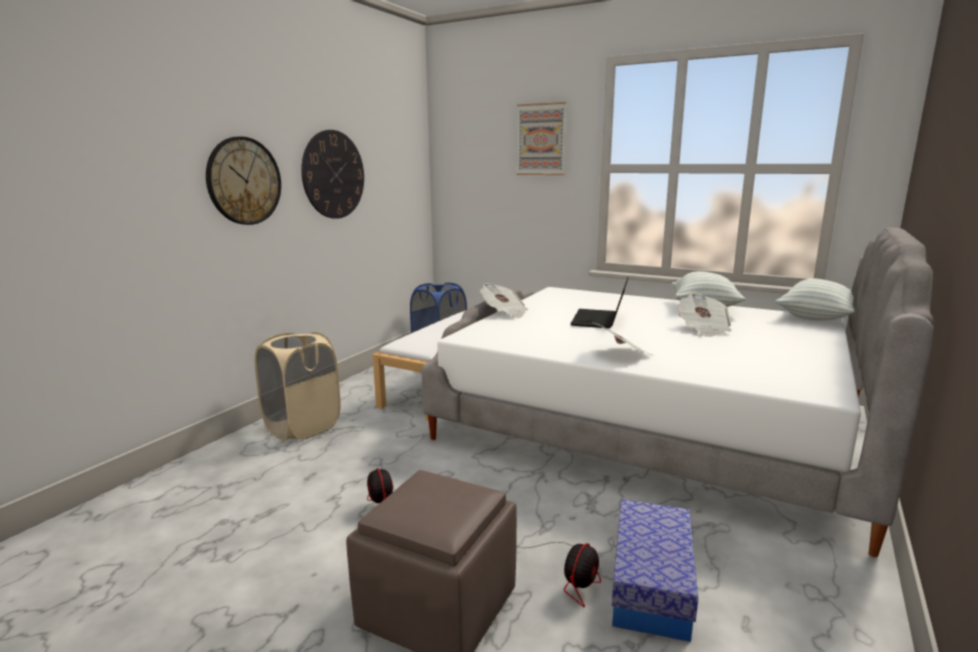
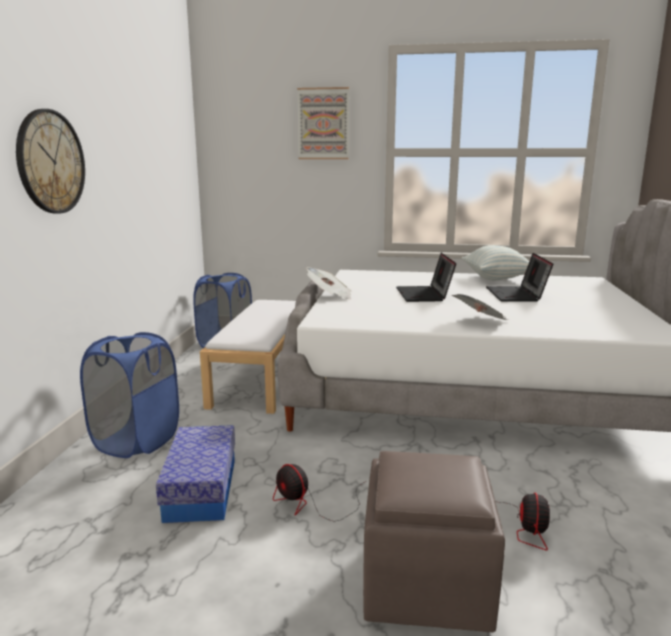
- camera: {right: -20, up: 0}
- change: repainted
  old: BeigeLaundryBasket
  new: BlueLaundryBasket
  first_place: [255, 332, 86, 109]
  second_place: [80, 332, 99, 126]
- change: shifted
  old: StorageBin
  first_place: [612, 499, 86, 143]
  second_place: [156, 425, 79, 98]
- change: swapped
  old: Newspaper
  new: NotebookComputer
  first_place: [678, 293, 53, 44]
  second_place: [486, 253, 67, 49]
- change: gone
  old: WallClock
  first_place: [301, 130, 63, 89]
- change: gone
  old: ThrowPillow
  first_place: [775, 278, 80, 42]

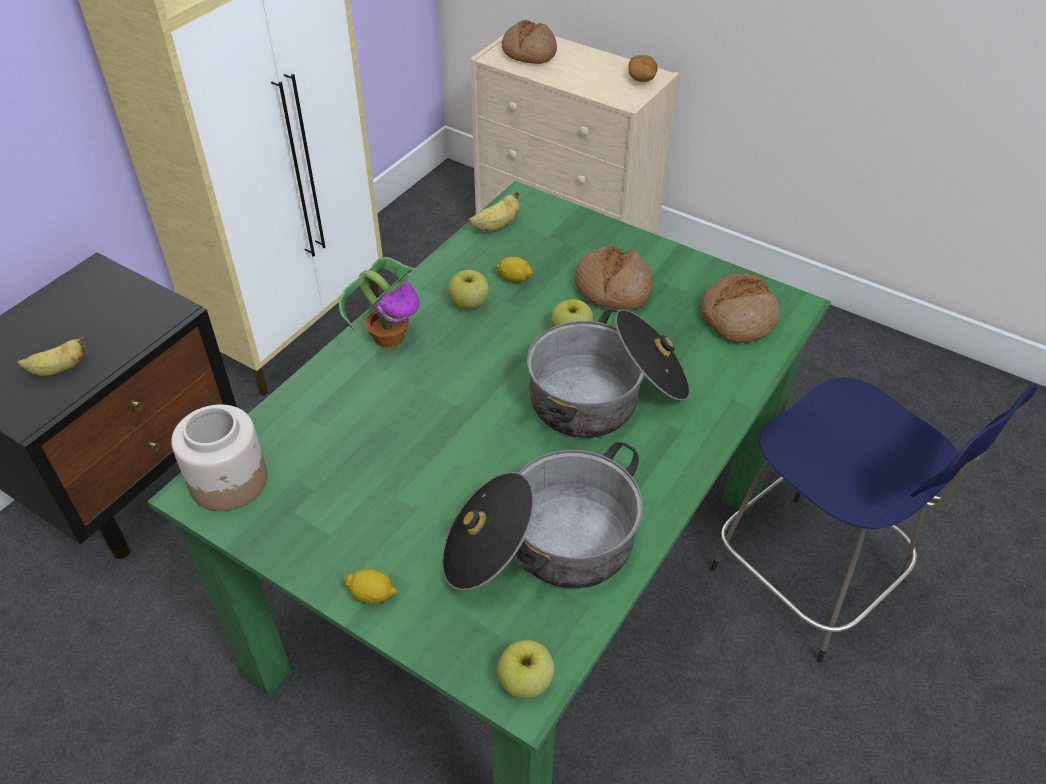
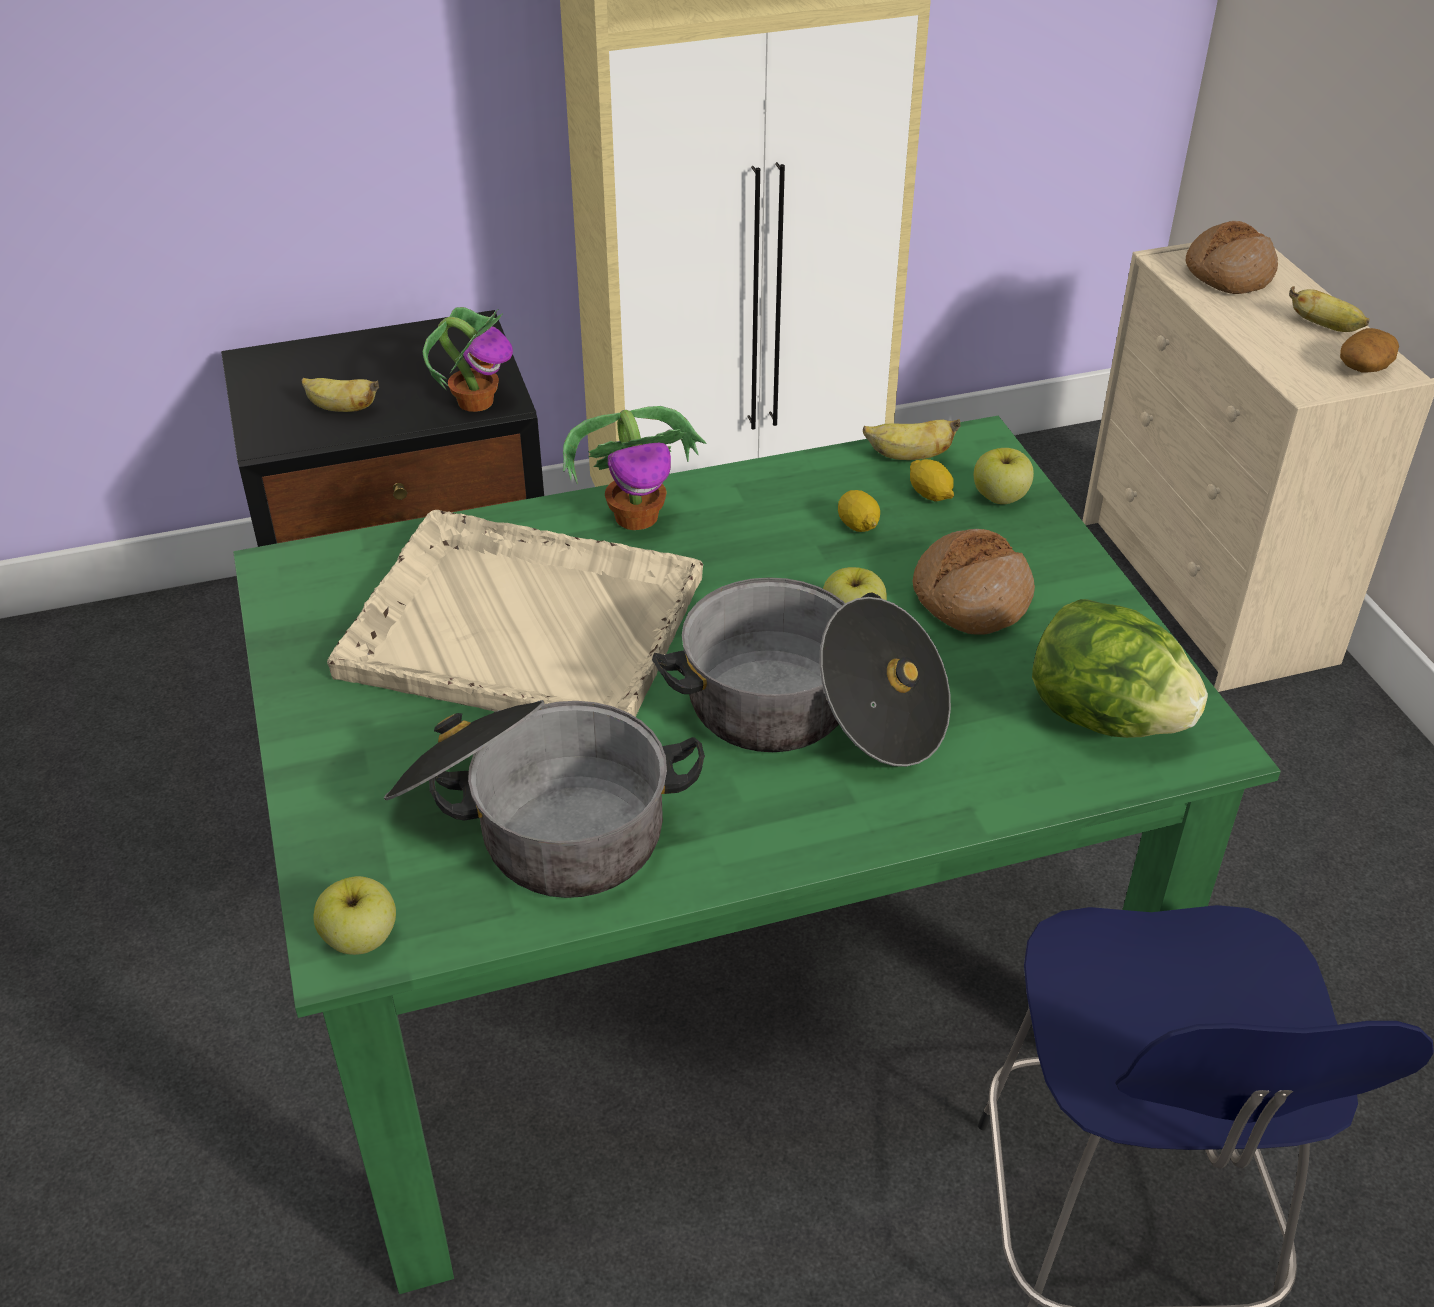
- camera: {right: 40, up: -5}
- change: new
  new: BeigeCarryingTray
  second_place: [327, 510, 376, 207]
- change: new
  new: PlantInAPot
  second_place: [423, 307, 90, 105]
- change: shifted
  old: CitrusFruit
  first_place: [344, 569, 54, 35]
  second_place: [910, 459, 44, 42]
- change: shifted
  old: AppleFruit
  first_place: [448, 270, 41, 39]
  second_place: [974, 448, 60, 56]
- change: swapped
  old: BakeryBread
  new: HeadOfLettuce
  first_place: [701, 274, 79, 69]
  second_place: [1032, 599, 176, 139]
- change: new
  new: Banana
  second_place: [1289, 286, 81, 46]
- change: gone
  old: Jar
  first_place: [171, 404, 96, 107]

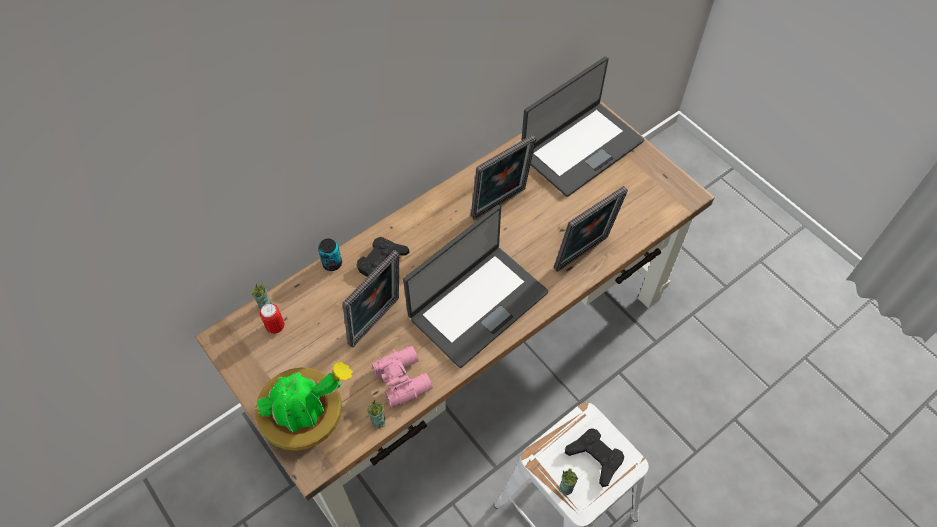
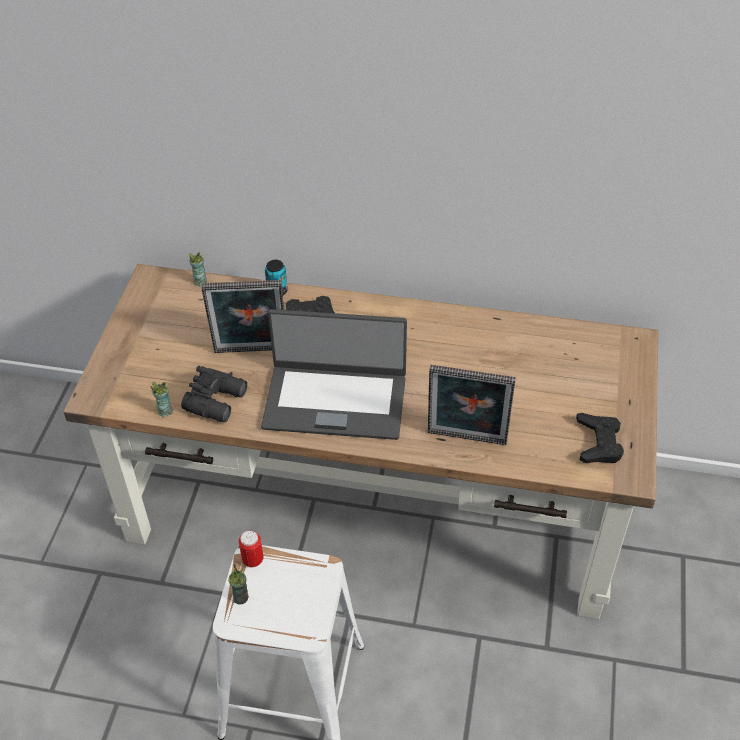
- camera: {right: 50, up: -10}
- change: repainted
  old: PinkishFieldGlasses
  new: BlackishFieldGlasses
  first_place: [372, 346, 61, 61]
  second_place: [181, 366, 66, 56]
- change: shifted
  old: SealedCan
  first_place: [260, 303, 25, 31]
  second_place: [239, 530, 25, 38]
- change: shifted
  old: BlackishGamepad
  first_place: [565, 428, 59, 59]
  second_place: [576, 413, 48, 50]
- change: gone
  old: PlantInAPot
  first_place: [254, 362, 99, 89]
- change: gone
  old: PictureFrame
  first_place: [471, 135, 65, 85]
- change: gone
  old: NotebookComputer
  first_place: [521, 57, 123, 140]

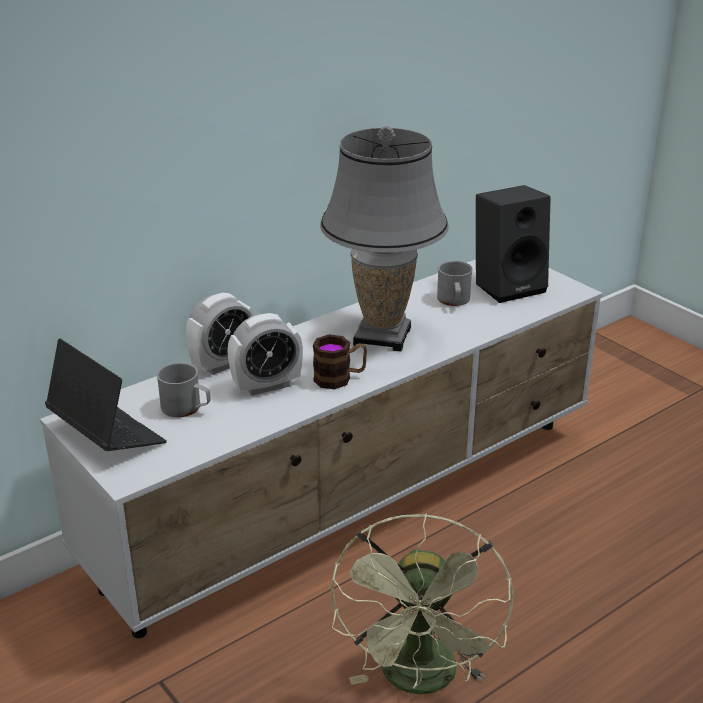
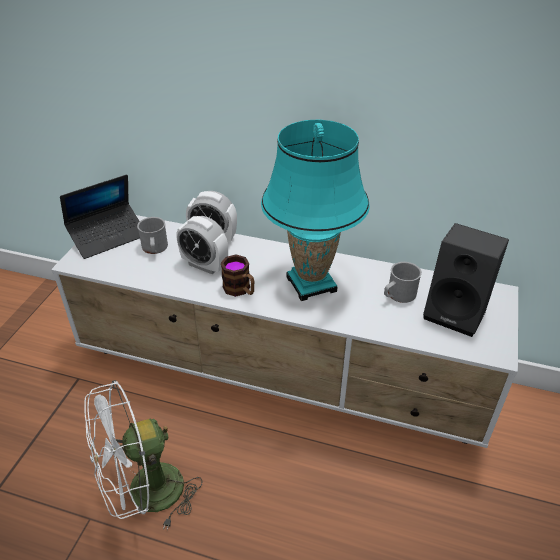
- camera: {right: 55, up: 10}
- change: rotated
  old: NotebookComputer
  first_place: [45, 339, 122, 112]
  second_place: [60, 174, 80, 85]
  degrees: 45
- change: repainted
  old: GreenColouredCoolingFan
  new: WhiteCoolingFan
  first_place: [331, 513, 182, 181]
  second_place: [84, 380, 119, 150]
- change: repainted
  old: GreyLampForATable
  new: TurquoiseLampForATable
  first_place: [320, 126, 129, 226]
  second_place: [261, 120, 109, 181]

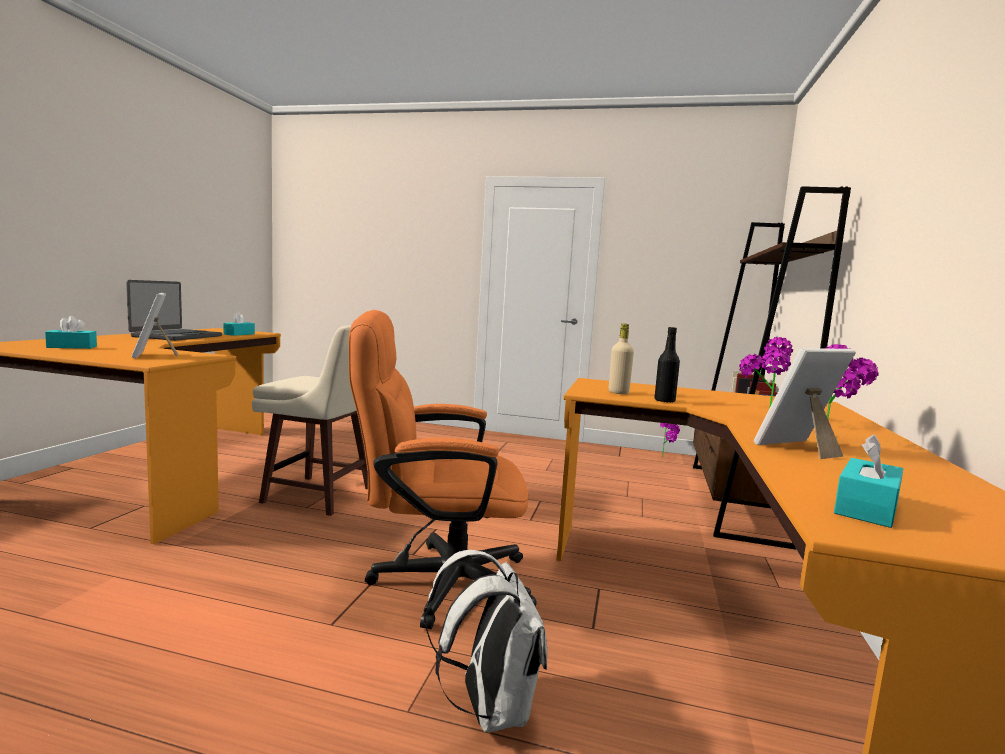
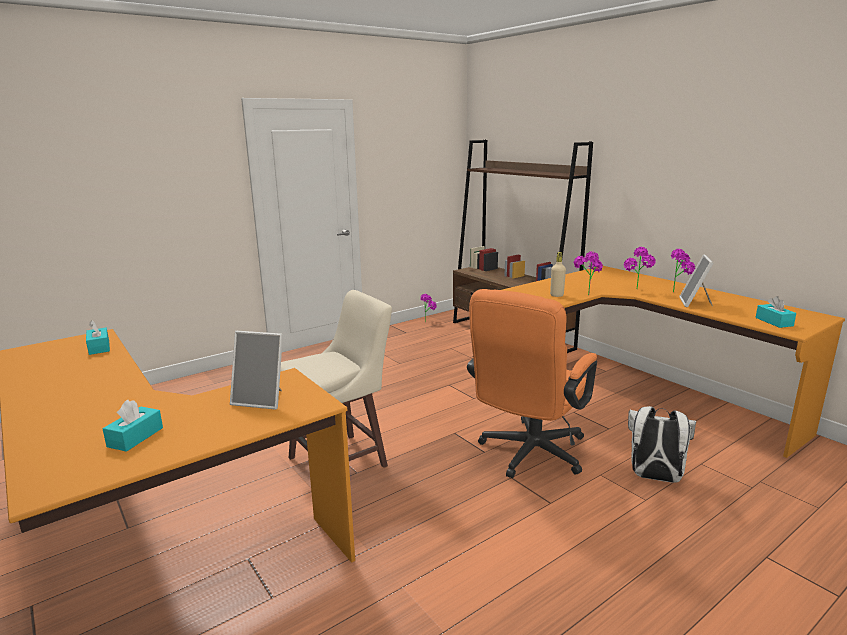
- camera: {right: -50, up: 10}
- change: swapped
  old: BlackishBeverageBottle
  new: PlantInAPot
  first_place: [654, 327, 26, 76]
  second_place: [573, 251, 30, 44]
- change: gone
  old: NotebookComputer
  first_place: [126, 280, 96, 61]

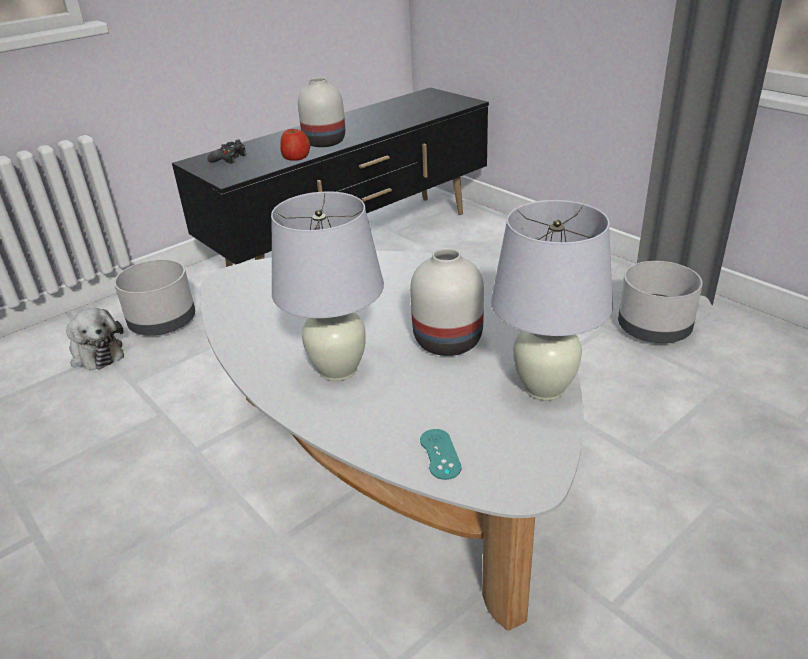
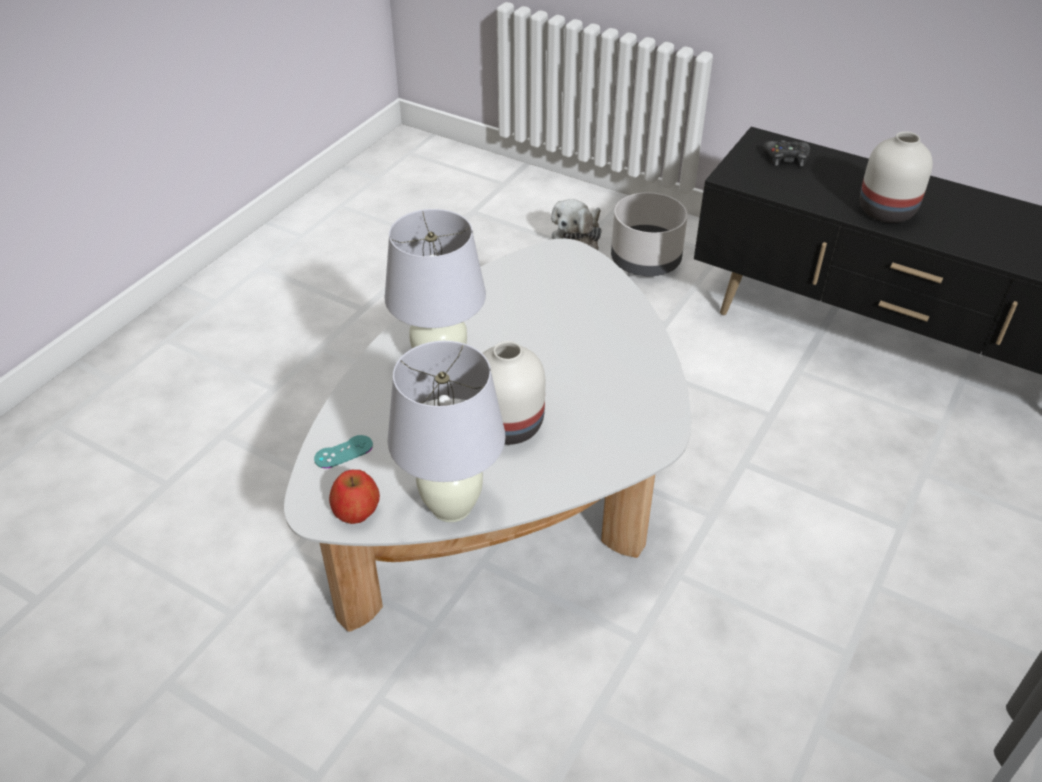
- camera: {right: 70, up: 10}
- change: shifted
  old: AppleFruit
  first_place: [280, 129, 30, 32]
  second_place: [329, 470, 51, 54]
- change: gone
  old: GreyPlanter
  first_place: [618, 261, 85, 82]

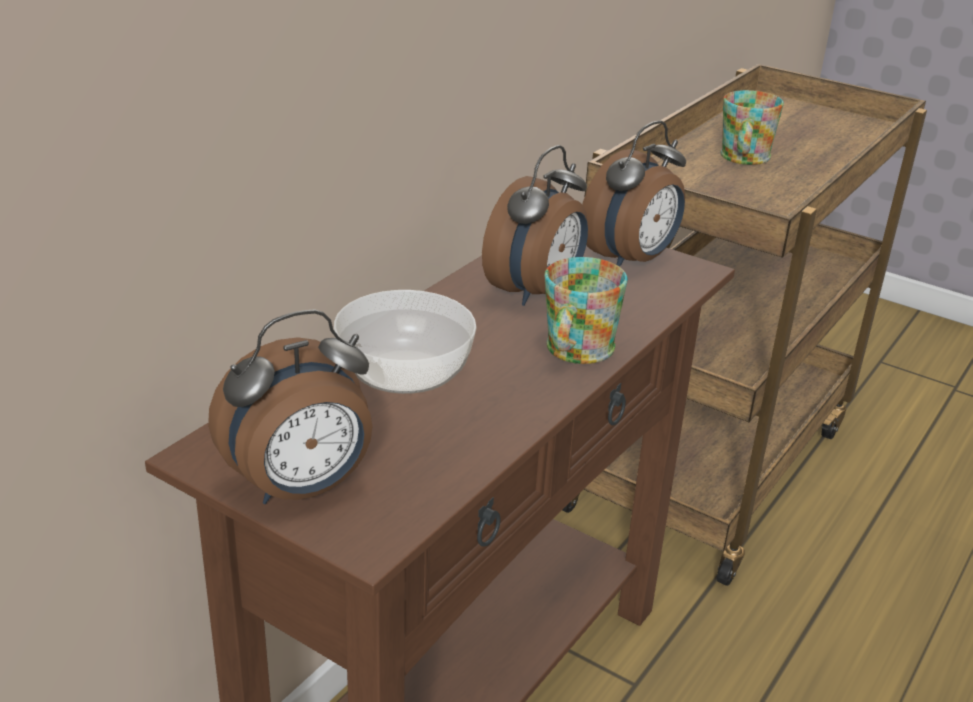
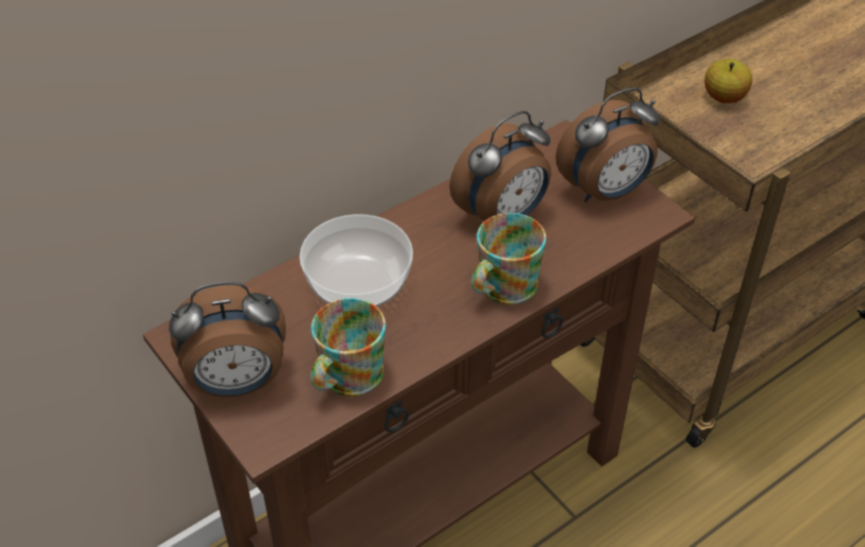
- camera: {right: 20, up: 15}
- change: shifted
  old: TeaMug
  first_place: [721, 90, 63, 75]
  second_place: [311, 298, 75, 98]
- change: new
  new: AppleFruit
  second_place: [704, 59, 48, 44]

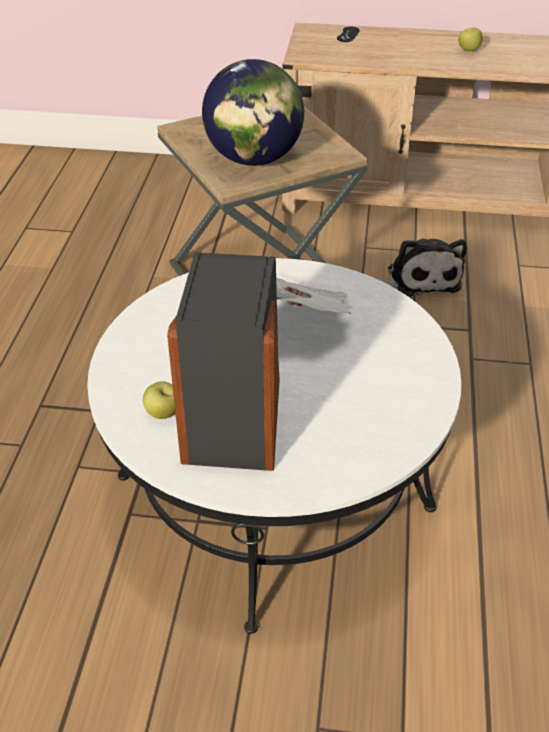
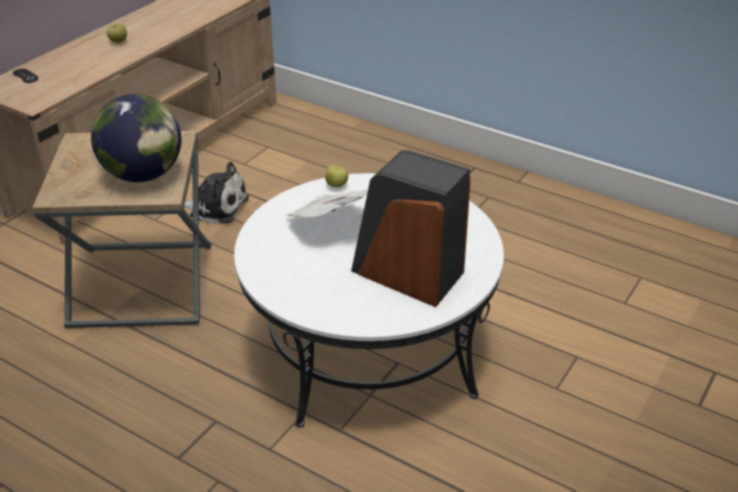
- camera: {right: -65, up: -5}
- change: shifted
  old: AppleFruit
  first_place: [143, 381, 32, 38]
  second_place: [325, 166, 23, 22]

